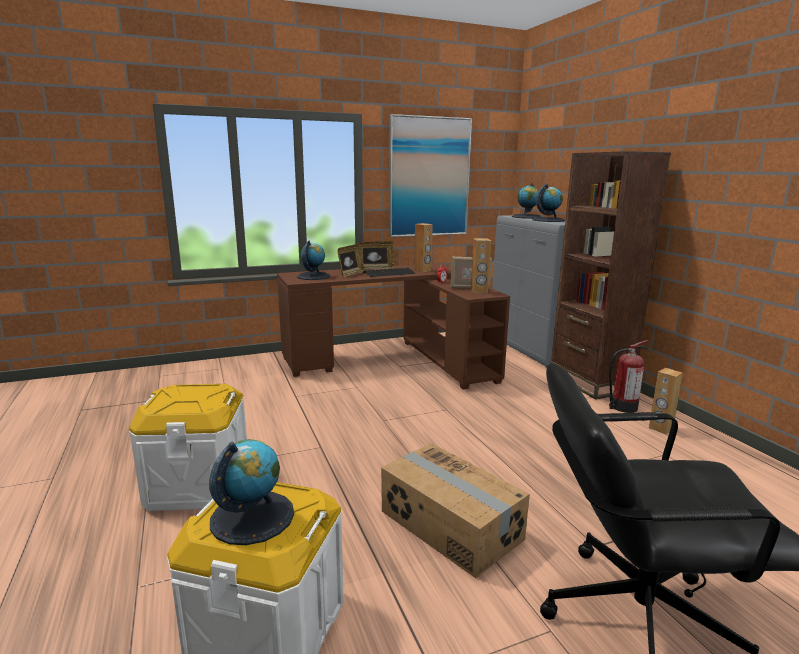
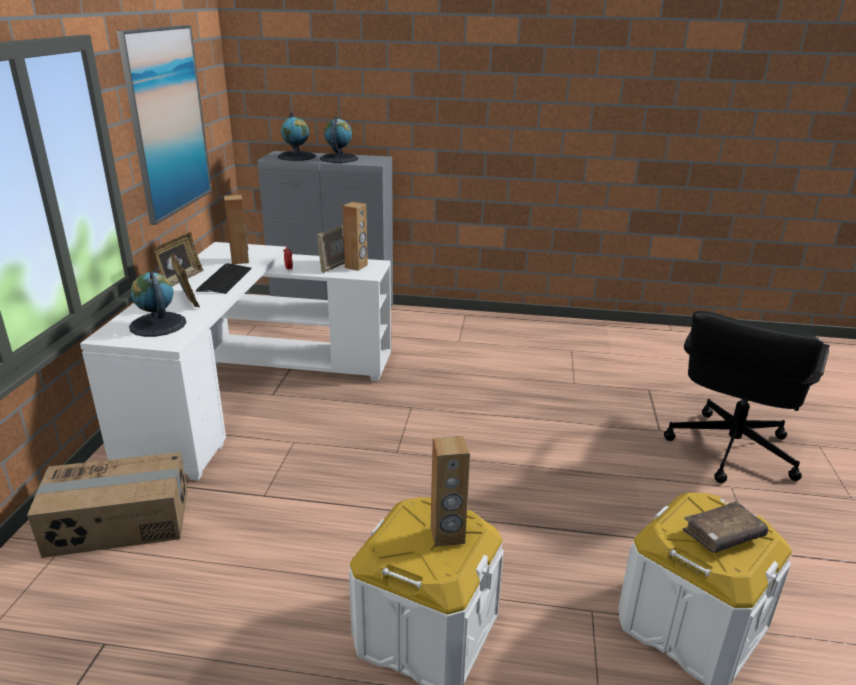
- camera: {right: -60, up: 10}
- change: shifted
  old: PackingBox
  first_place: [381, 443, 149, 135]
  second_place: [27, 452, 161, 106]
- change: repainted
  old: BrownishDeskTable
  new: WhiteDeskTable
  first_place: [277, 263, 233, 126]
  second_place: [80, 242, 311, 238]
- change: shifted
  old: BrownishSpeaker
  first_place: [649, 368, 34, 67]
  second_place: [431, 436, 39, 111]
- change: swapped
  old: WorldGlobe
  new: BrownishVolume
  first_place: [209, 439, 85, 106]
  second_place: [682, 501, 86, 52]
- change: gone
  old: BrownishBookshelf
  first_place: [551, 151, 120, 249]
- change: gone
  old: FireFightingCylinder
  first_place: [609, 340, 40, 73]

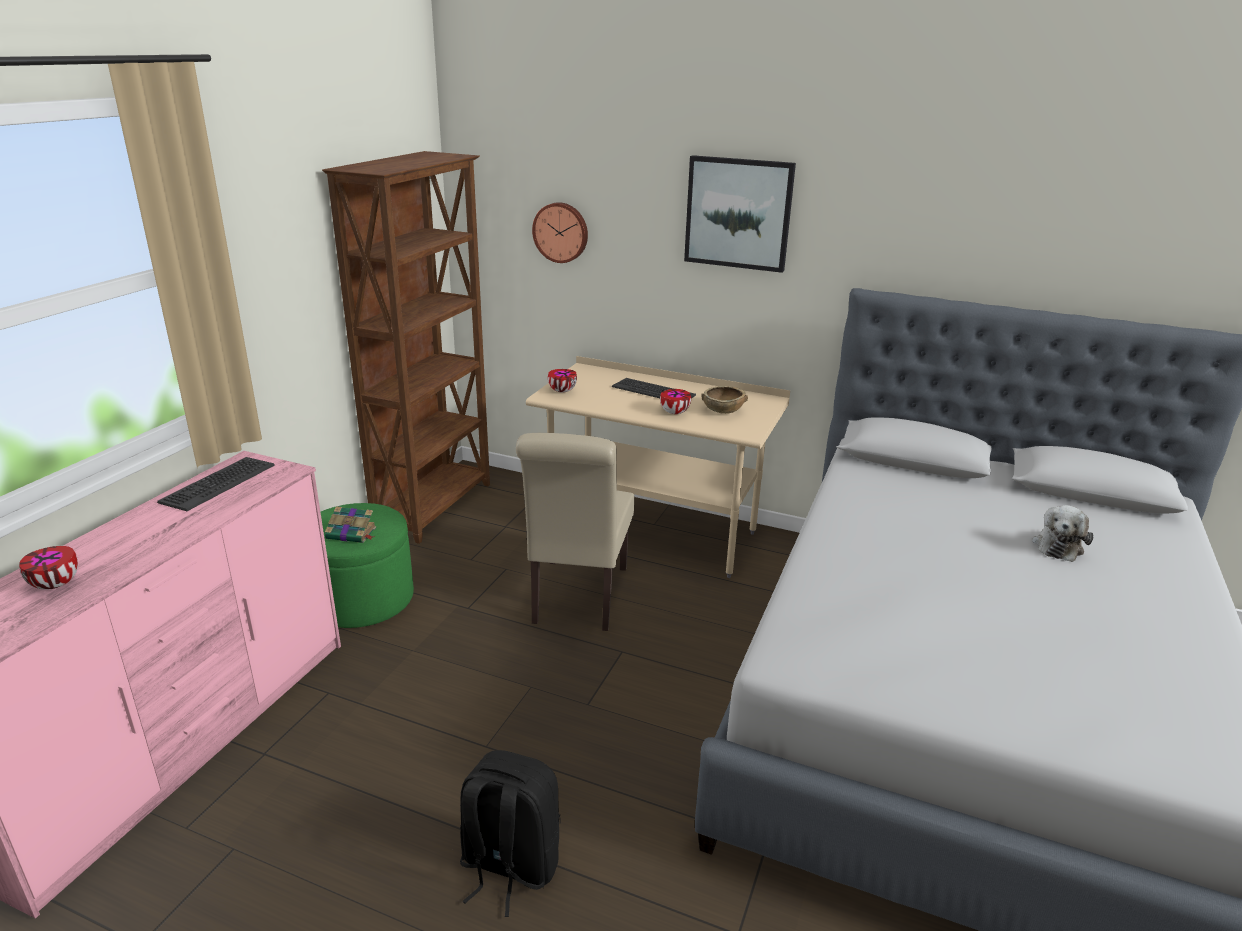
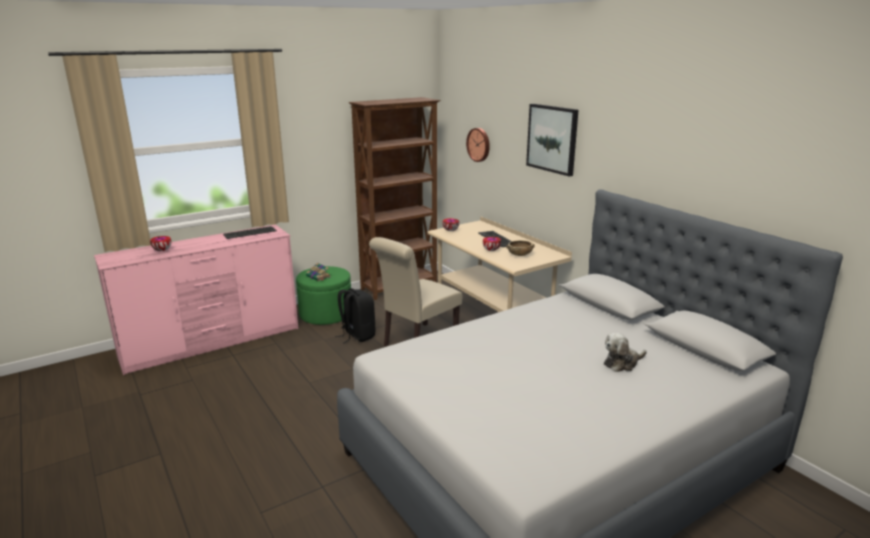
- camera: {right: 35, up: -5}
- change: shifted
  old: BlackishKnapsack
  first_place: [460, 750, 100, 167]
  second_place: [335, 288, 40, 55]

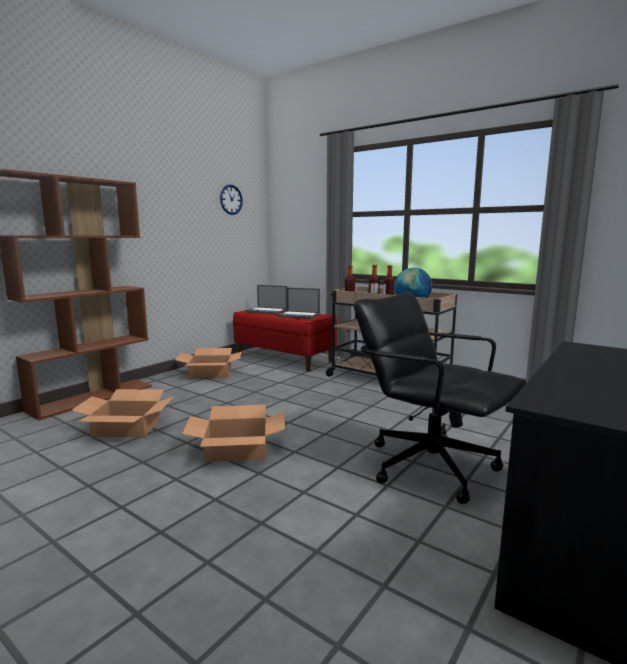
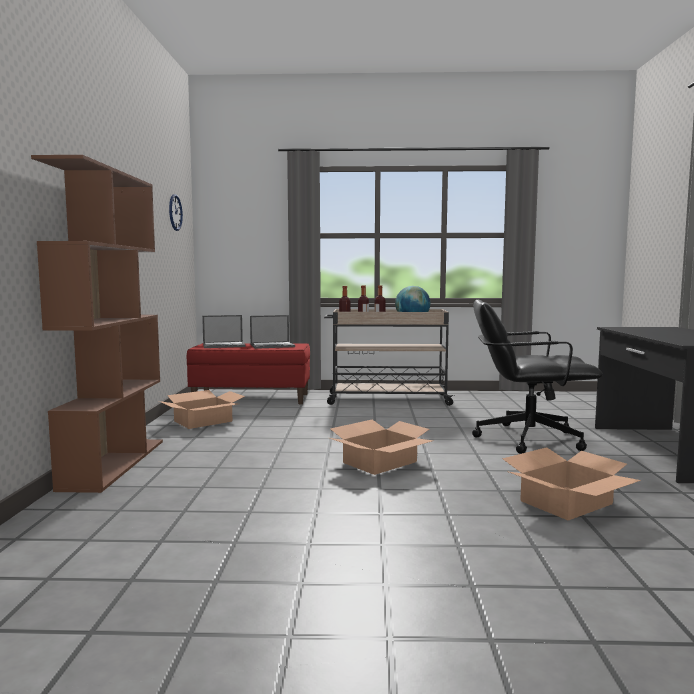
- camera: {right: -35, up: -5}
- change: shifted
  old: PackingBox
  first_place: [71, 389, 103, 48]
  second_place: [502, 447, 139, 73]

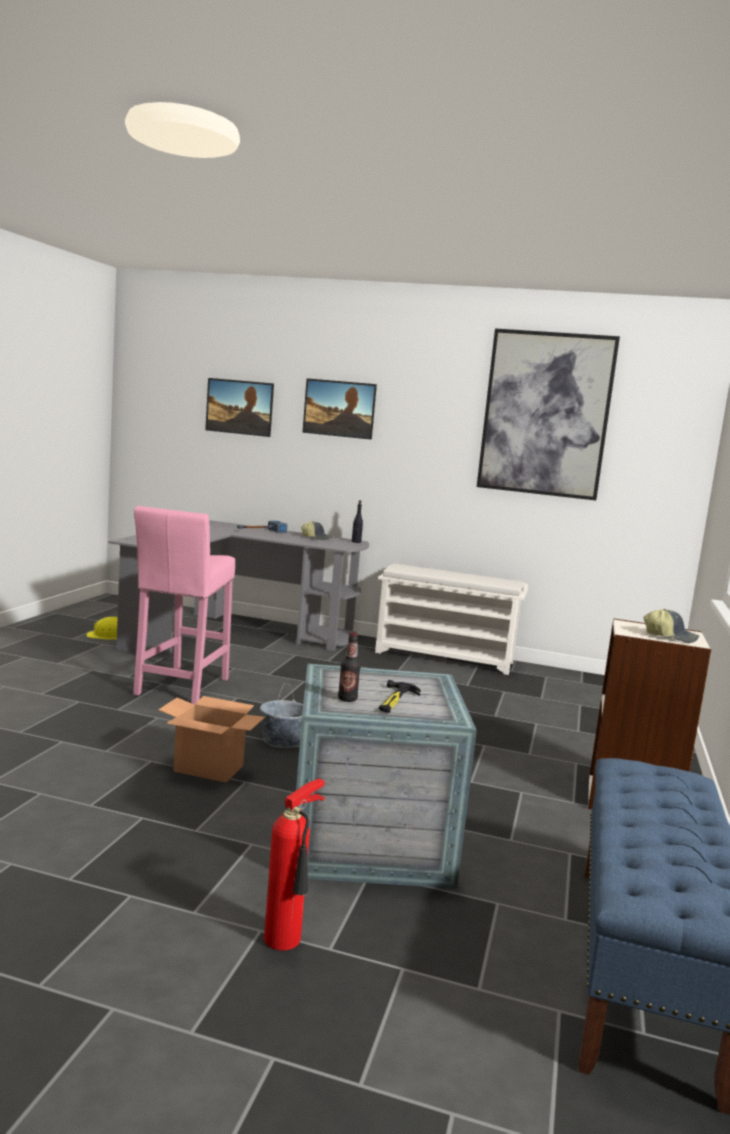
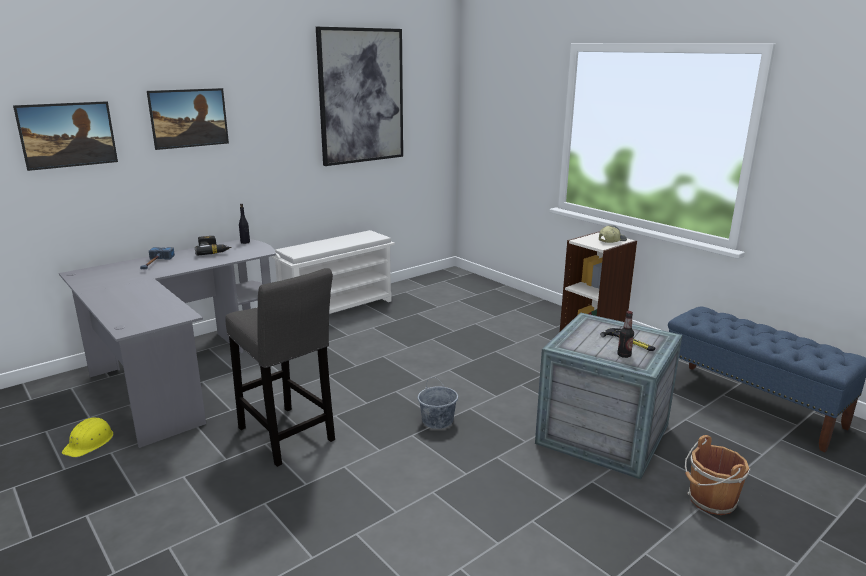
- camera: {right: -55, up: 10}
- change: swapped
  old: PeakedCap
  new: Drill
  first_place: [301, 521, 31, 19]
  second_place: [195, 236, 37, 19]
- change: repainted
  old: PinkishSittingStool
  new: GreySittingStool
  first_place: [133, 506, 102, 199]
  second_place: [225, 268, 110, 199]
- change: swapped
  old: FireFightingCylinder
  new: BrownishPail
  first_place: [264, 778, 61, 173]
  second_place: [685, 435, 65, 80]
- change: gone
  old: PackingBox
  first_place: [159, 696, 106, 86]

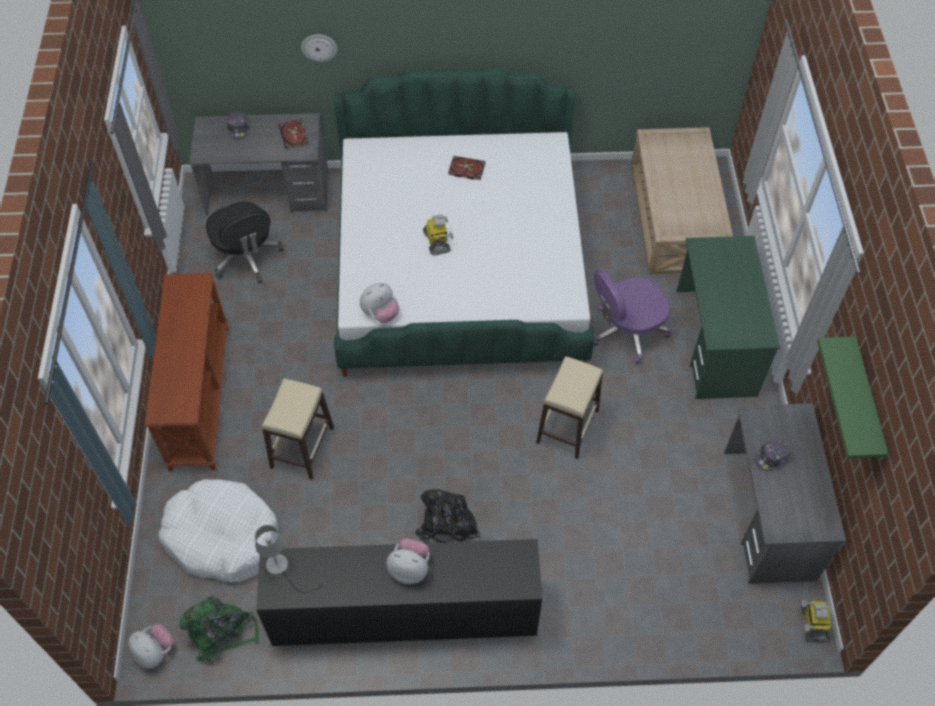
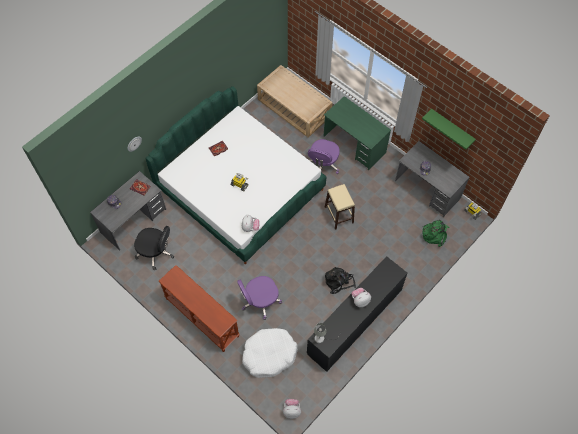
- camera: {right: -45, up: 5}
- change: swapped
  old: BeigeSittingStool
  new: PurpleDeskChair
  first_place: [262, 378, 72, 102]
  second_place: [237, 276, 45, 44]
- change: shifted
  old: GreenColouredKnapsack
  first_place: [180, 596, 79, 66]
  second_place: [422, 220, 27, 27]

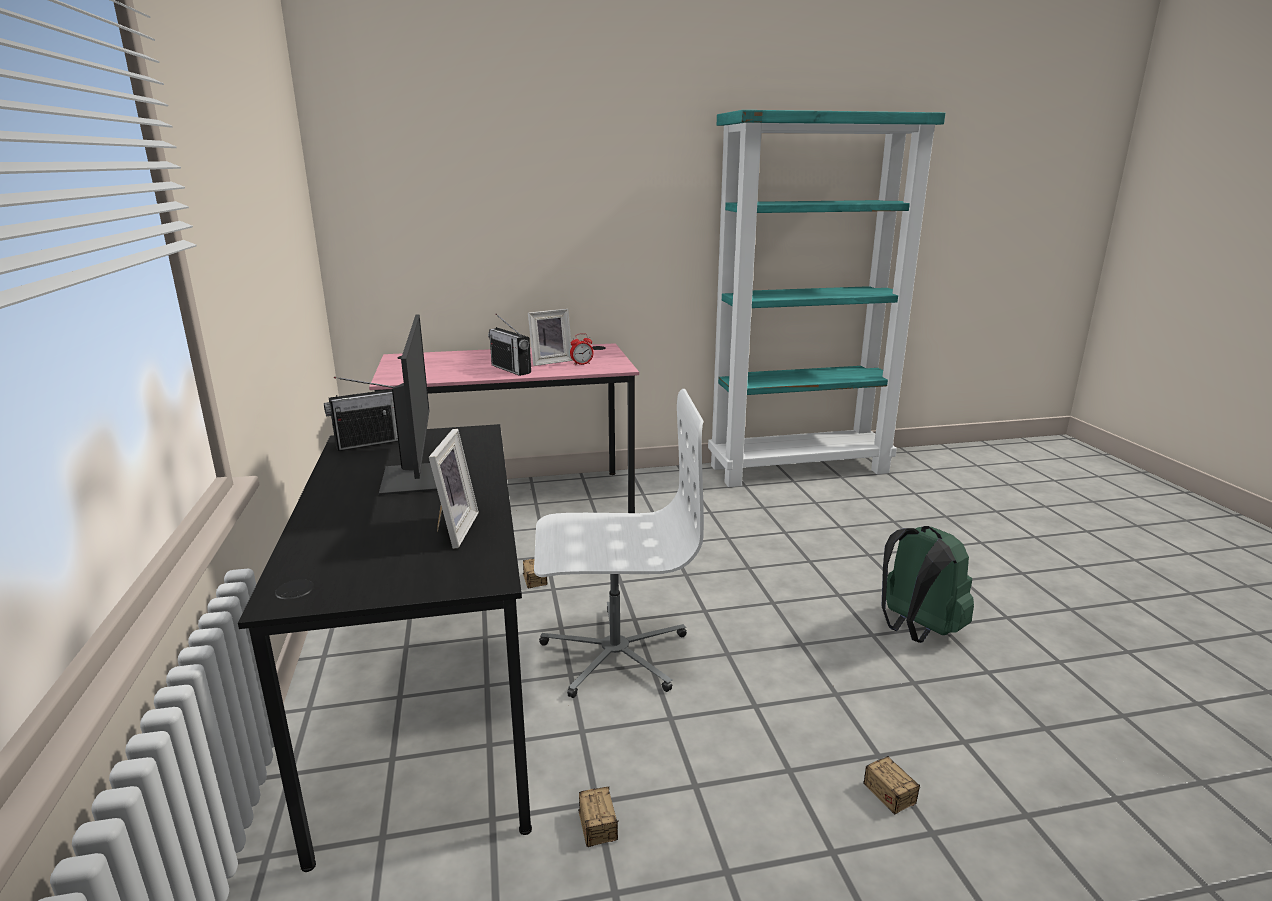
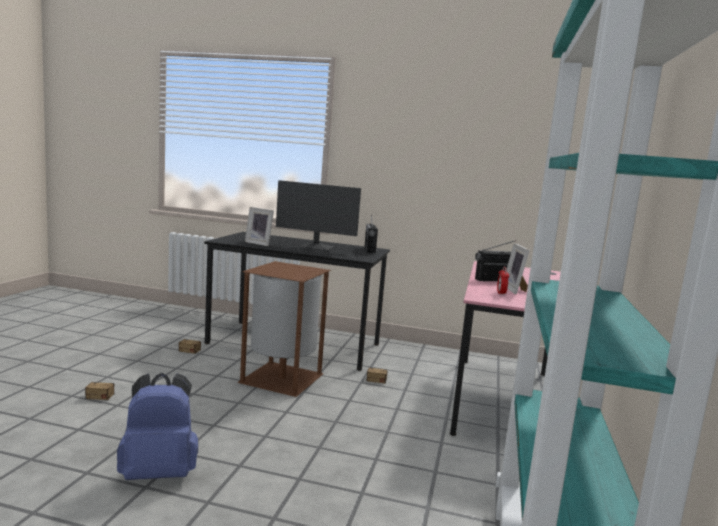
- camera: {right: 115, up: -10}
- change: repainted
  old: GreenColouredKnapsack
  new: BlueKnapsack
  first_place: [881, 526, 93, 117]
  second_place: [117, 373, 81, 107]
- change: swapped
  old: WhiteDeskChair
  new: BrownishWasteBin
  first_place: [534, 389, 170, 309]
  second_place: [237, 261, 94, 136]

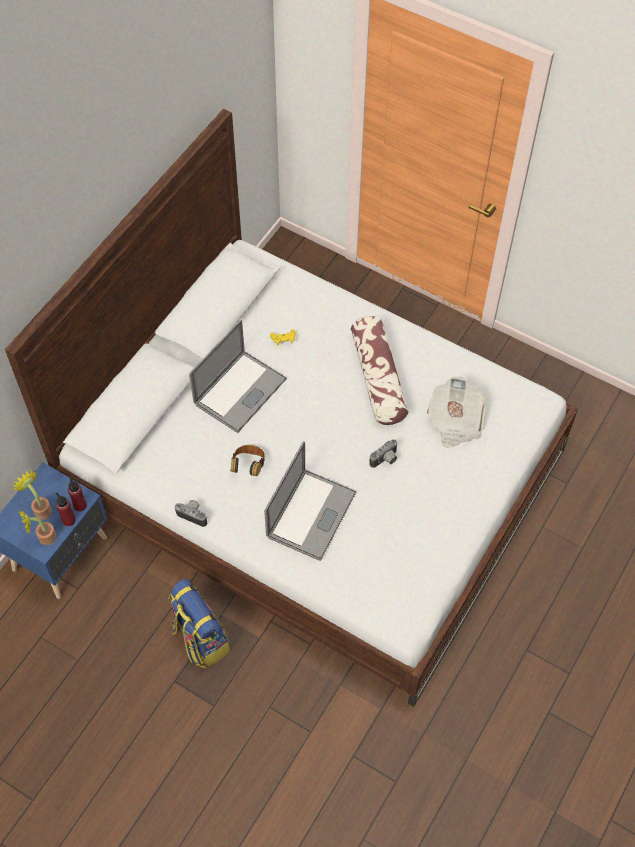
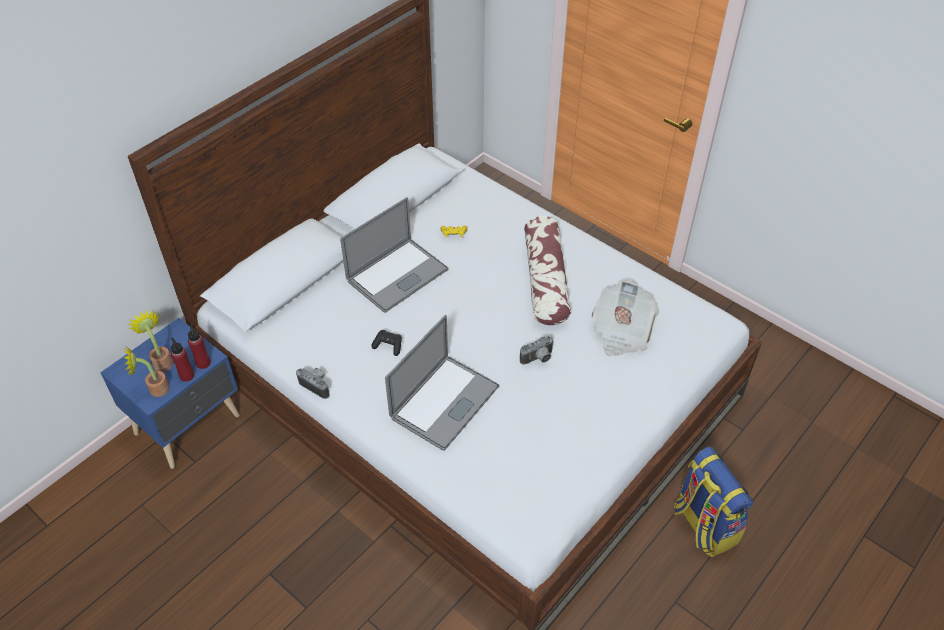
- camera: {right: 10, up: -10}
- change: swapped
  old: Headphones
  new: BlackishGamepad
  first_place: [231, 445, 34, 31]
  second_place: [372, 330, 30, 26]
- change: shifted
  old: Knapsack
  first_place: [169, 579, 61, 90]
  second_place: [674, 446, 80, 111]

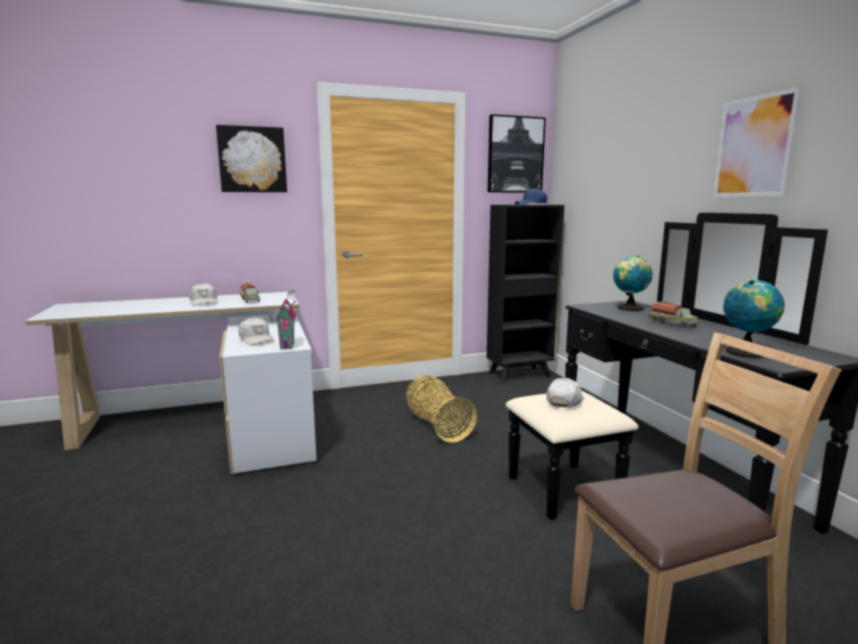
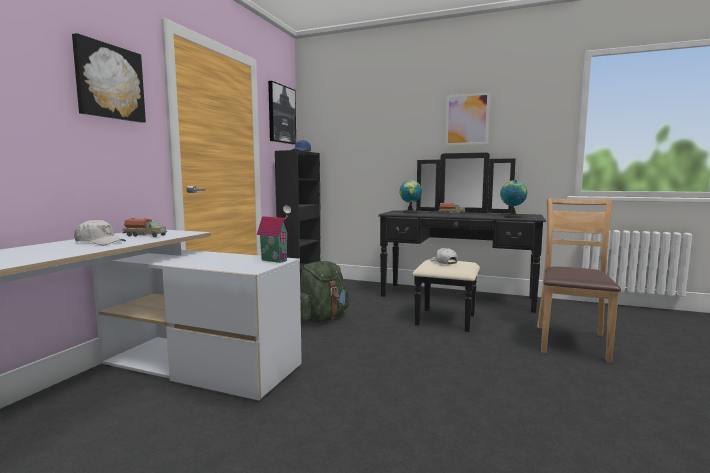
- camera: {right: -50, up: -5}
- change: swapped
  old: HouseholdBasket
  new: GreenColouredKnapsack
  first_place: [406, 375, 71, 68]
  second_place: [300, 261, 49, 62]
- change: gone
  old: WhitePeakedCap
  first_place: [239, 317, 35, 28]

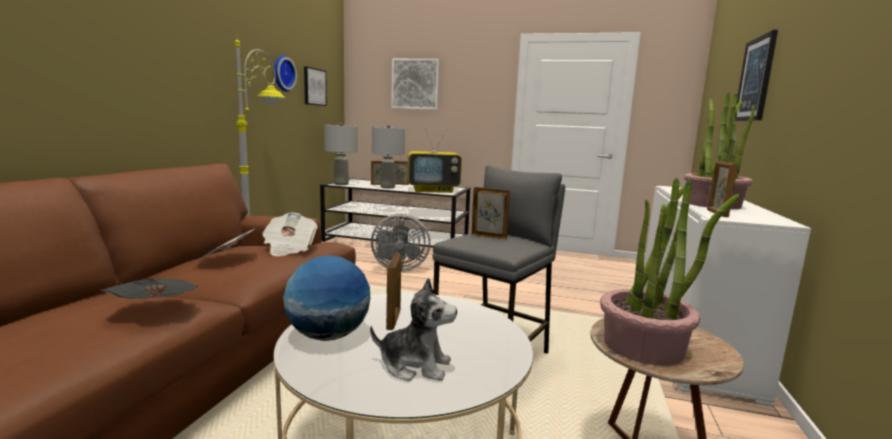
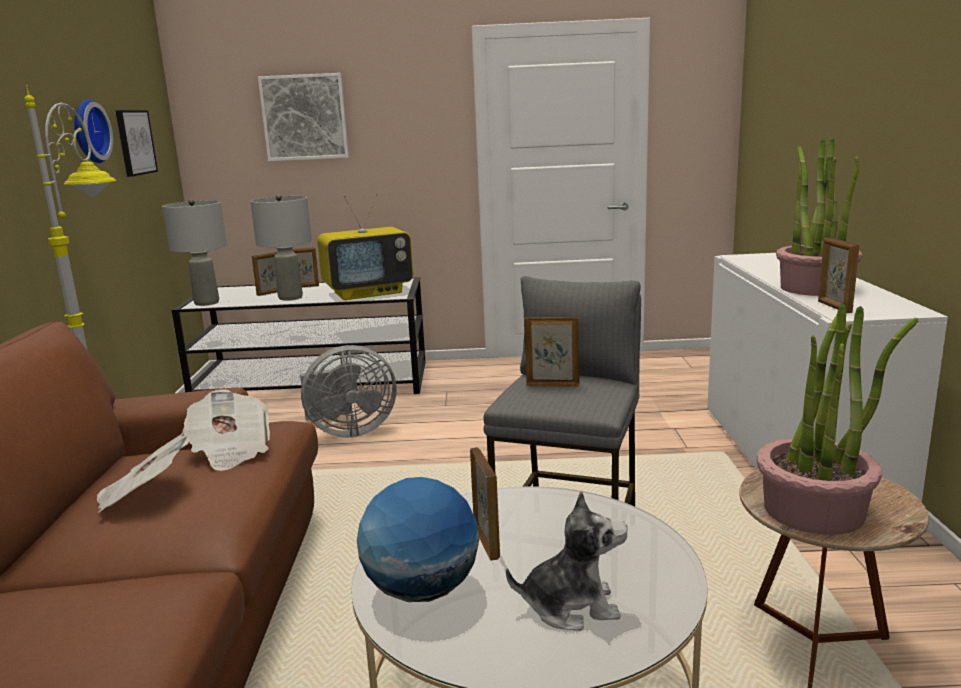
- camera: {right: -15, up: 5}
- change: gone
  old: Newspaper
  first_place: [100, 279, 99, 20]
- change: gone
  old: WallPicture
  first_place: [735, 30, 43, 91]

